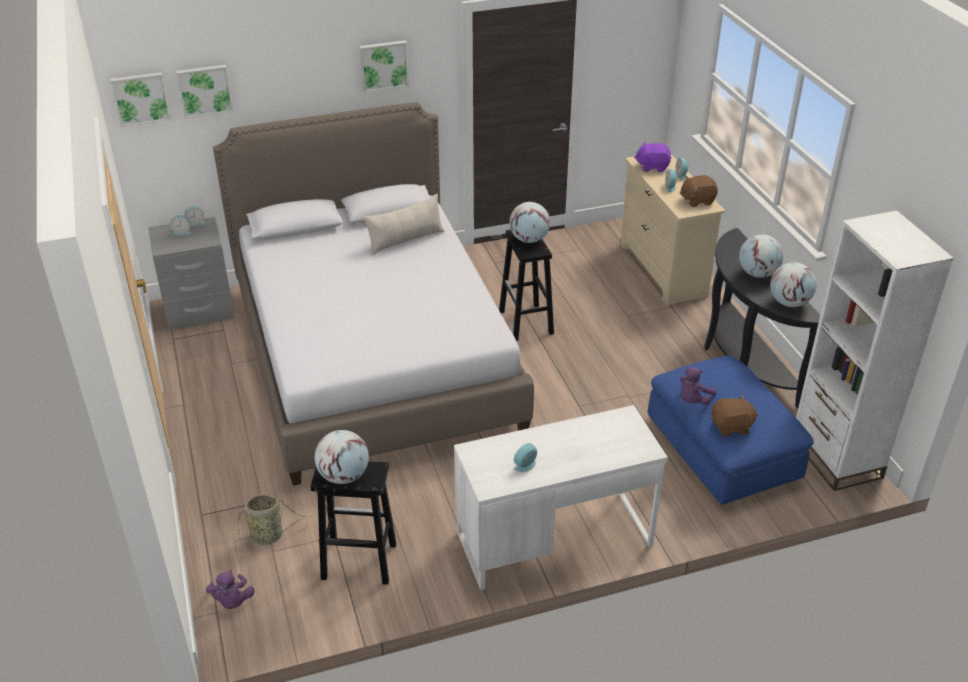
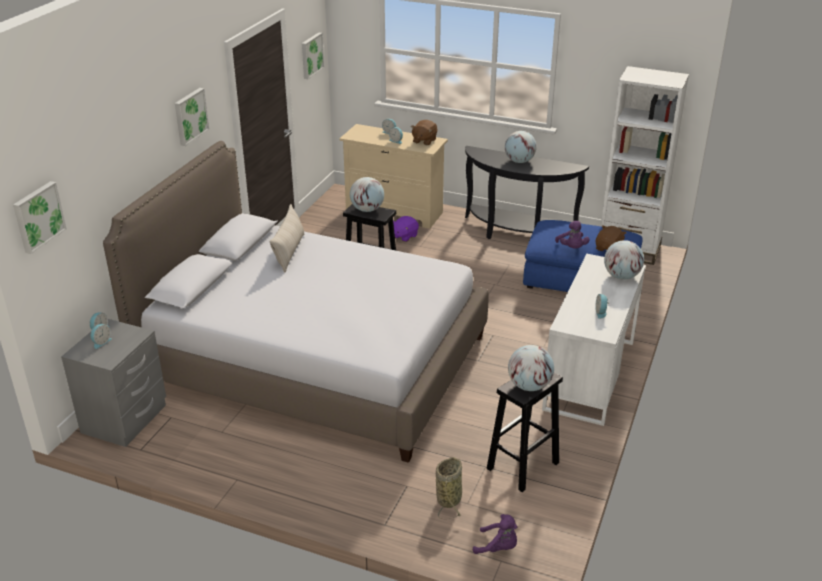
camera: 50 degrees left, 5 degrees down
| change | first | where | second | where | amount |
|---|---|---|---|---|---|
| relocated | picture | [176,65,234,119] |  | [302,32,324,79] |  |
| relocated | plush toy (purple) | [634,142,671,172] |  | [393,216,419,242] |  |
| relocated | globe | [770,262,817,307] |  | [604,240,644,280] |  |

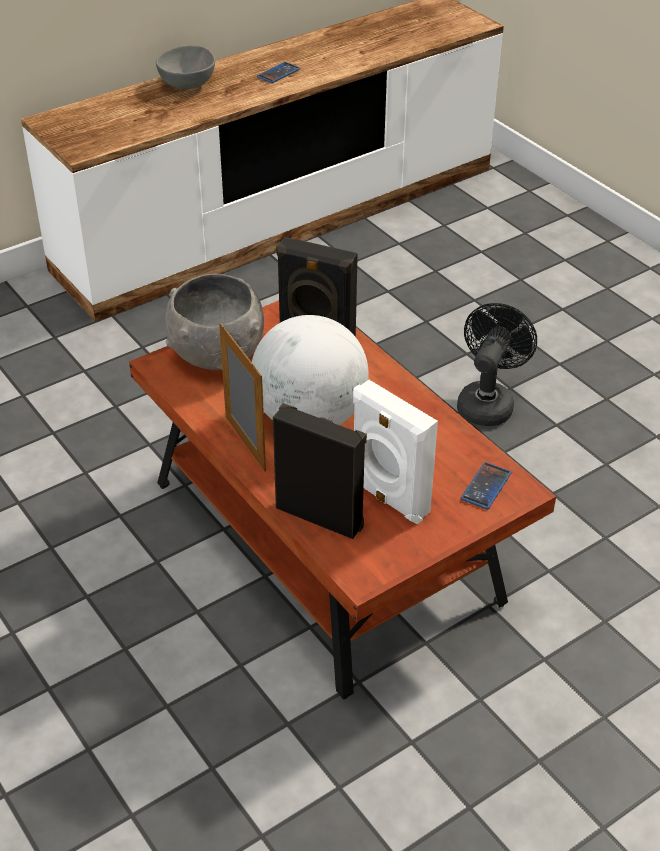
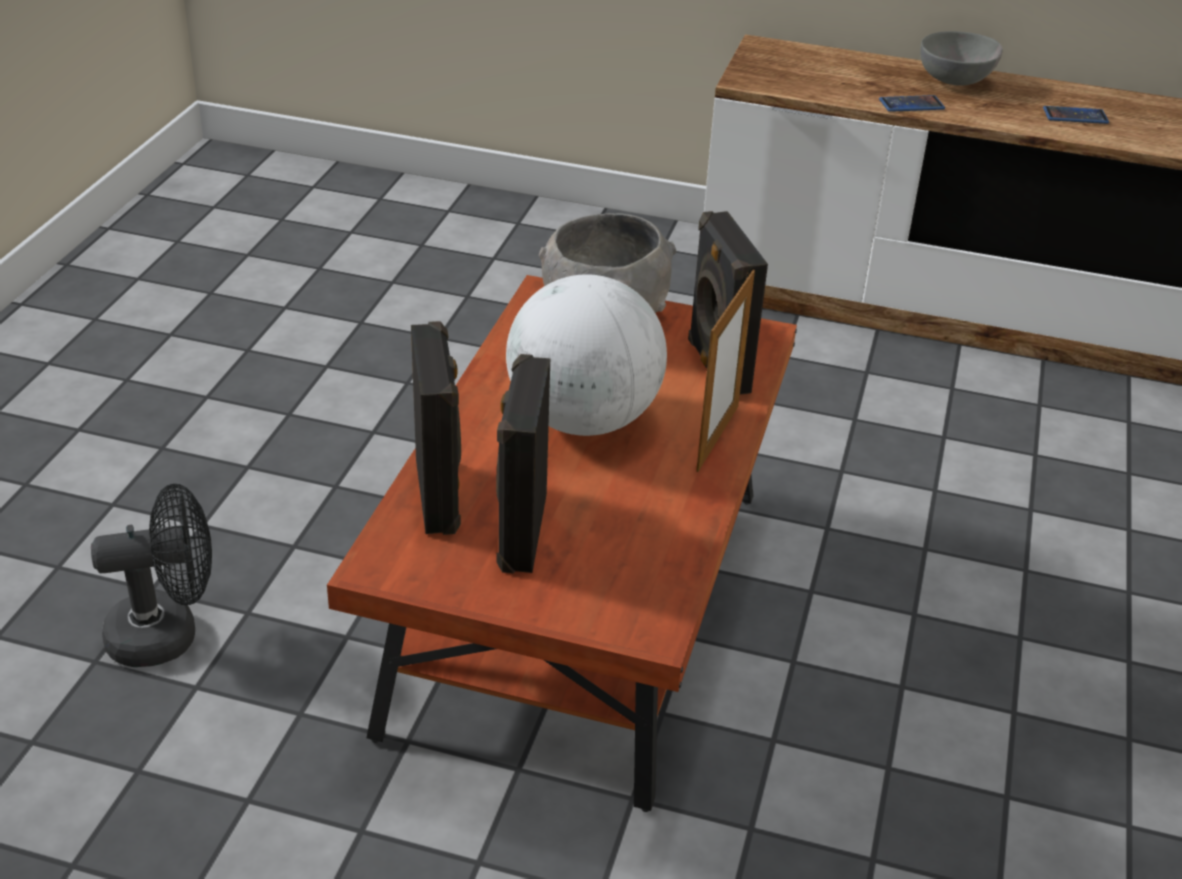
camera: 50 degrees right, 5 degrees down
| change | first | where | second | where | amount |
|---|---|---|---|---|---|
| relocated | picture frame | [219,323,266,471] |  | [696,270,755,472] |  |
| relocated | fan (black) | [457,303,537,426] |  | [91,484,212,667] |  |
| relocated | phone | [461,462,512,509] |  | [879,95,945,112] |  |
| colour | speaker (white) | [353,380,438,524] | speaker (black) | [496,354,550,573] |  |

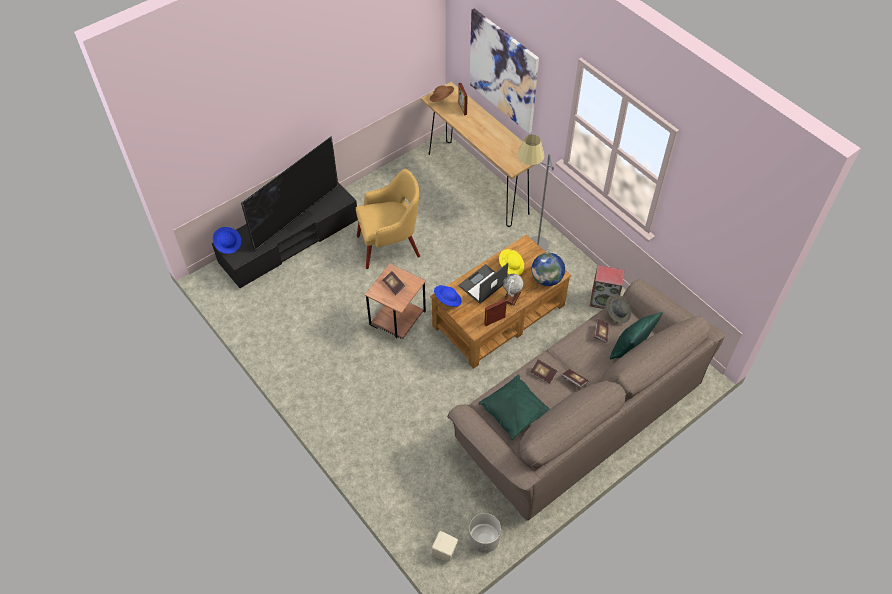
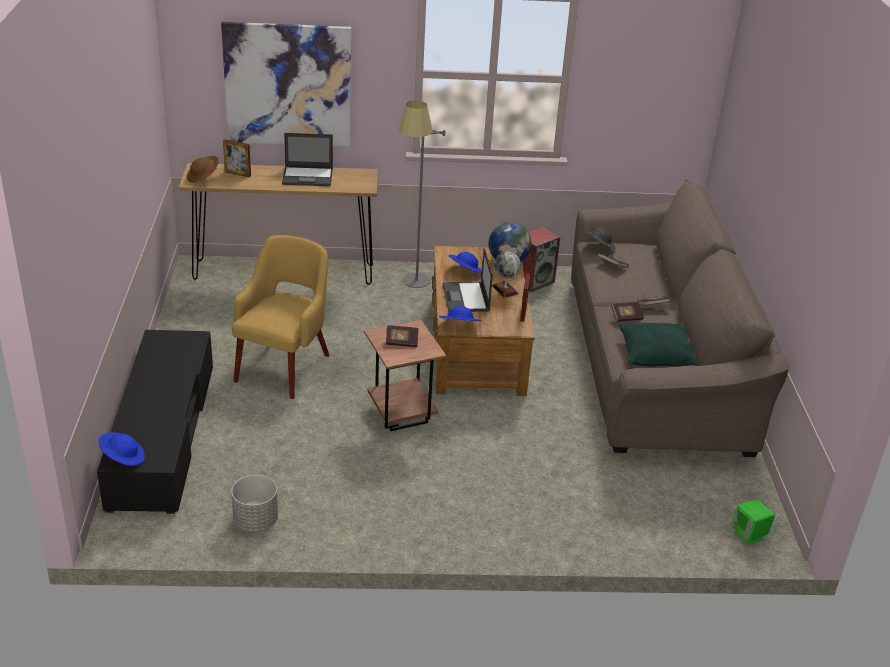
camera: 55 degrees left, 20 degrees down
| change | first | where | second | where | amount |
|---|---|---|---|---|---|
| missing | television | [241,136,338,251] |  |  |  |
| missing | pillow (green) | [610,312,663,360] |  |  |  |
| appeared |  |  | laptop | [282,133,333,186] |  |
| relocated | planter (grey) | [469,513,501,553] |  | [231,475,278,532] |  |
| colour | speaker (beige) | [431,531,458,562] | speaker (green) | [731,499,775,545] |  |
| colour | hat (yellow) | [499,249,524,275] | hat (blue) | [448,252,482,274] |  |

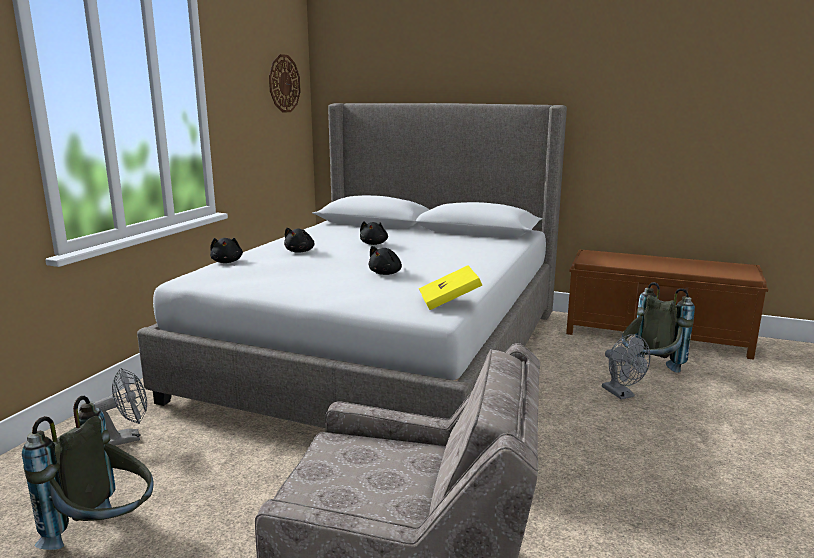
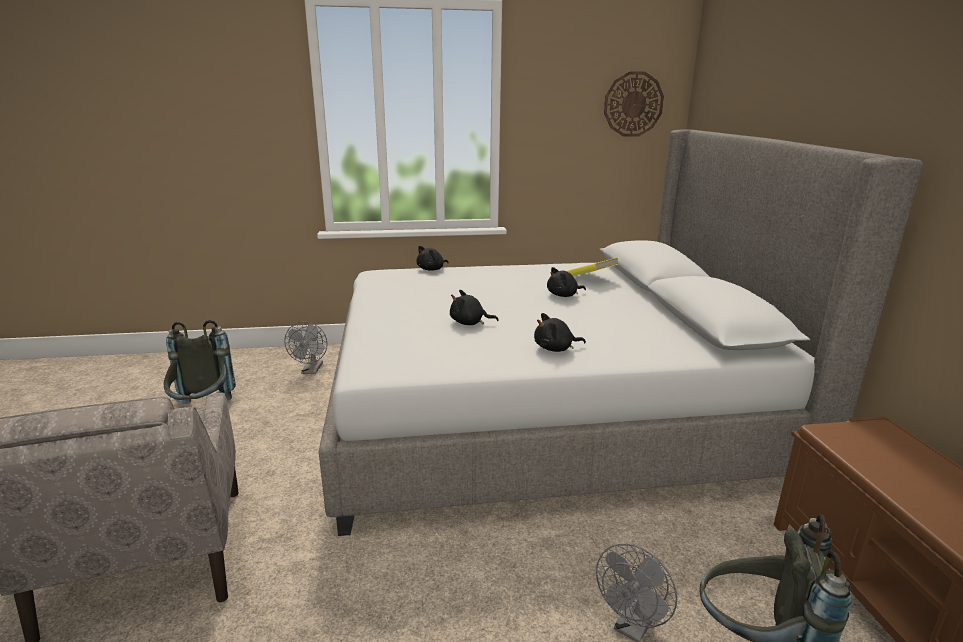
camera: 60 degrees right, 5 degrees up
| change | first | where | second | where | amount |
|---|---|---|---|---|---|
| relocated | plush toy (black) | [284,228,315,253] |  | [534,313,586,352] |  |
| relocated | book (yellow) | [419,265,482,310] |  | [567,258,619,276] |  |
| spun | fan (grey) | [95,368,147,446] |  | [284,321,327,374] | 60 degrees clockwise |

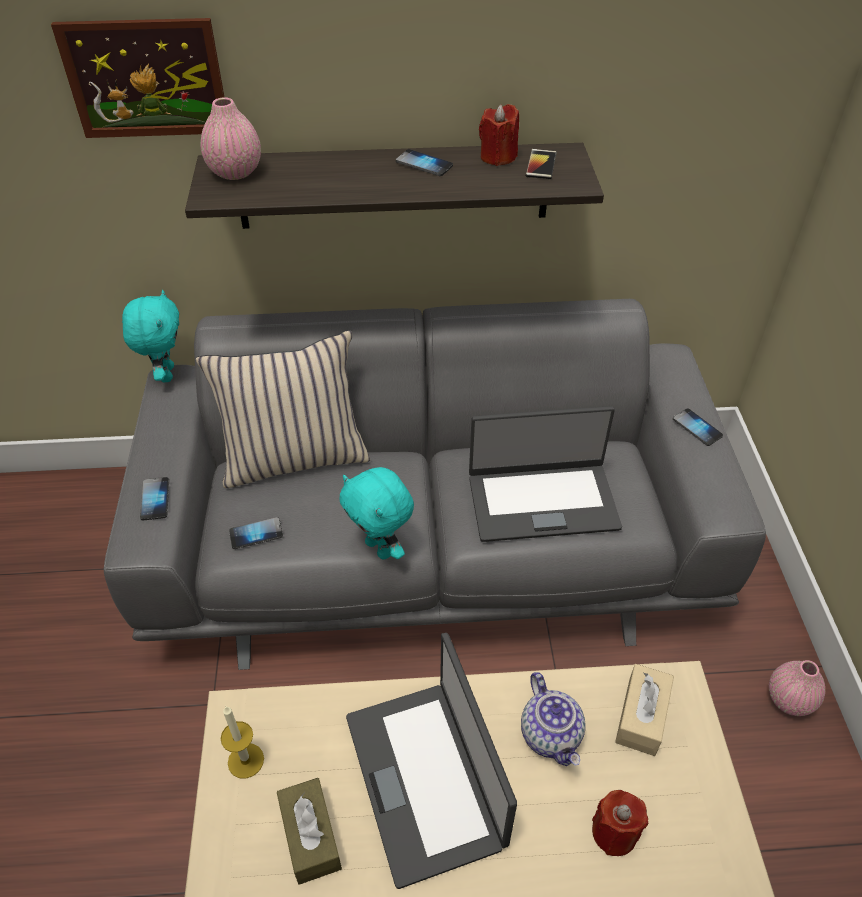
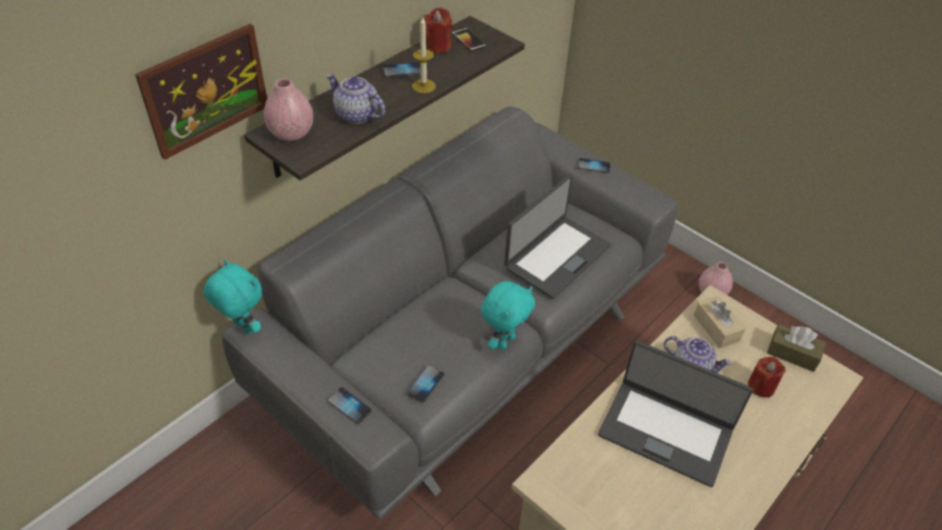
camera: 45 degrees left, 0 degrees up
| change | first | where | second | where | amount |
|---|---|---|---|---|---|
| missing | pillow (beige) | [196,330,370,488] |  |  |  |
| appeared |  |  | teapot | [326,74,385,124] |  |
| relocated | candle | [221,706,264,779] |  | [412,17,436,93] |  |
| relocated | tissue box (brown) | [277,778,342,885] |  | [767,324,826,372] |  |
| spun | plush toy (turquoise) | [340,467,414,560] |  | [481,281,535,350] | 60 degrees counterclockwise |

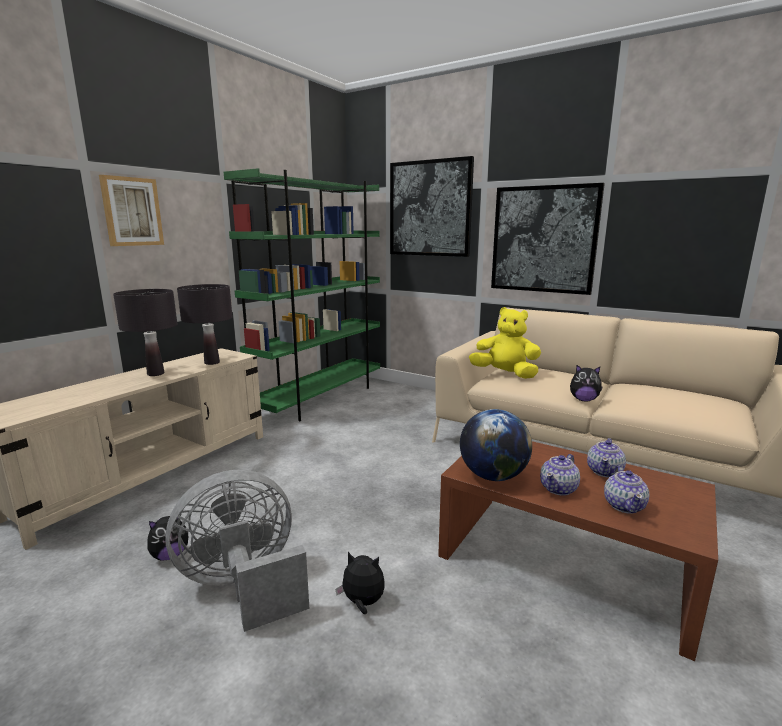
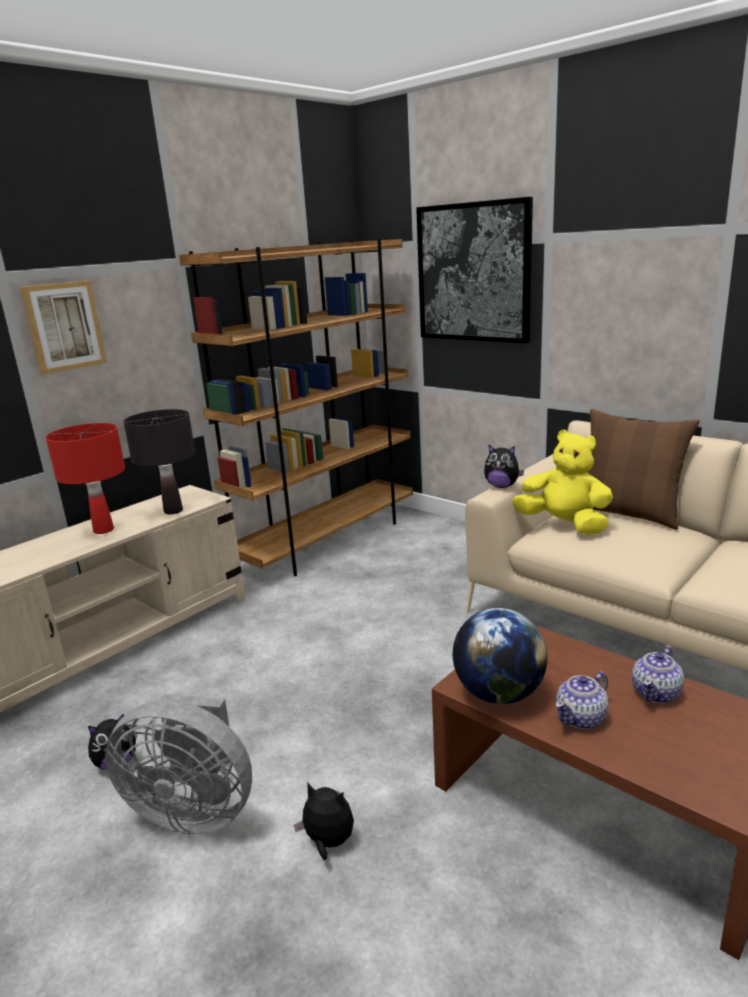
camera: 10 degrees right, 5 degrees up
| change | first | where | second | where | amount |
|---|---|---|---|---|---|
| missing | picture | [491,183,605,295] |  |  |  |
| missing | teapot | [604,466,650,513] |  |  |  |
| appeared |  |  | pillow (brown) | [588,409,700,529] |  |
| relocated | plush toy | [570,365,603,402] |  | [484,444,524,488] |  |
| colour | table lamp (black) | [113,289,177,376] | table lamp (red) | [46,423,125,534] |  |
| colour | bookcase (green) | [224,168,380,421] | bookcase (brown) | [179,238,413,576] |  |
| spun | fan (grey) | [165,470,309,632] |  | [105,693,252,834] | 150 degrees counterclockwise |

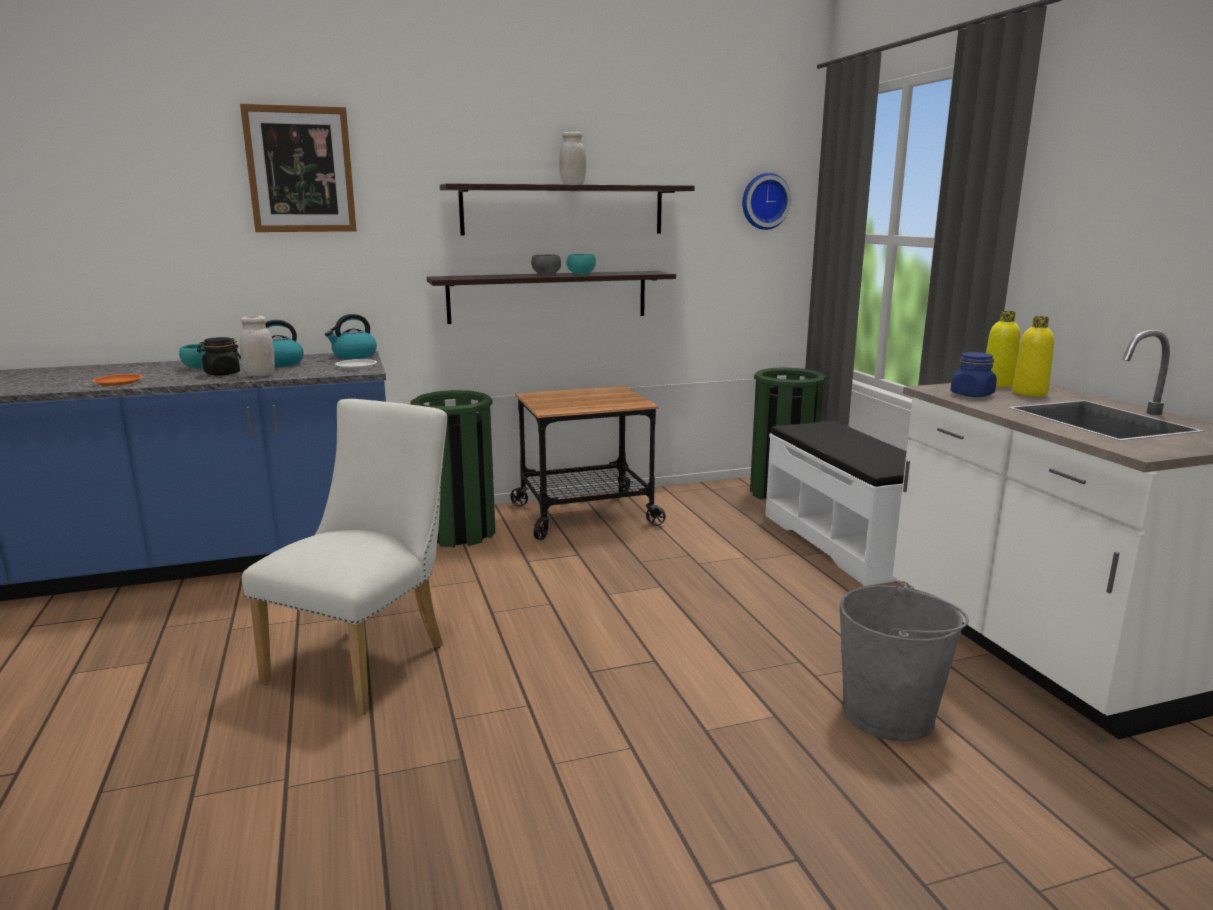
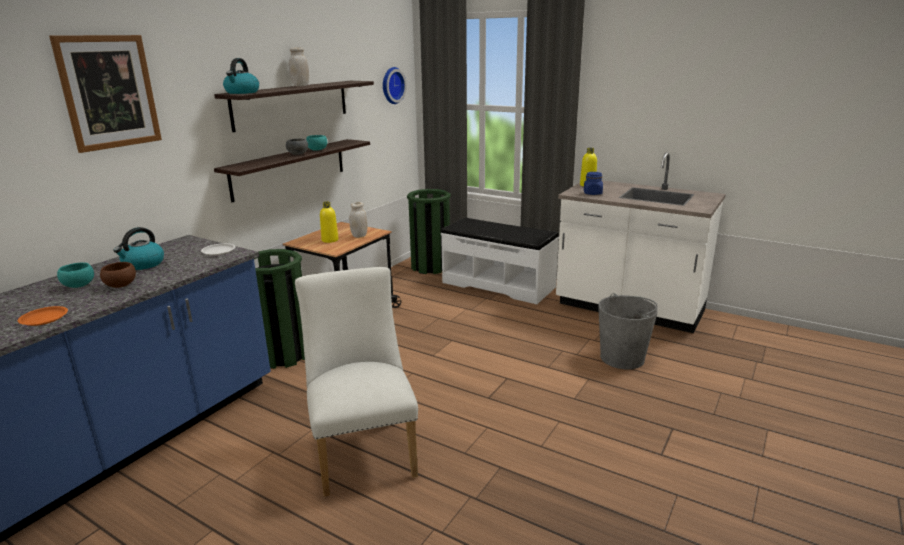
camera: 40 degrees left, 5 degrees up
| change | first | where | second | where | amount |
|---|---|---|---|---|---|
| relocated | jar (white) | [240,316,275,376] |  | [349,202,368,238] |  |
| relocated | kettle | [325,314,377,359] |  | [223,58,259,94] |  |
| relocated | bottle (yellow) | [1012,316,1054,396] |  | [320,202,339,243] |  |
| exchanged | jar (black) | [197,337,241,376] | bowl (brown) | [100,262,136,288] |  |

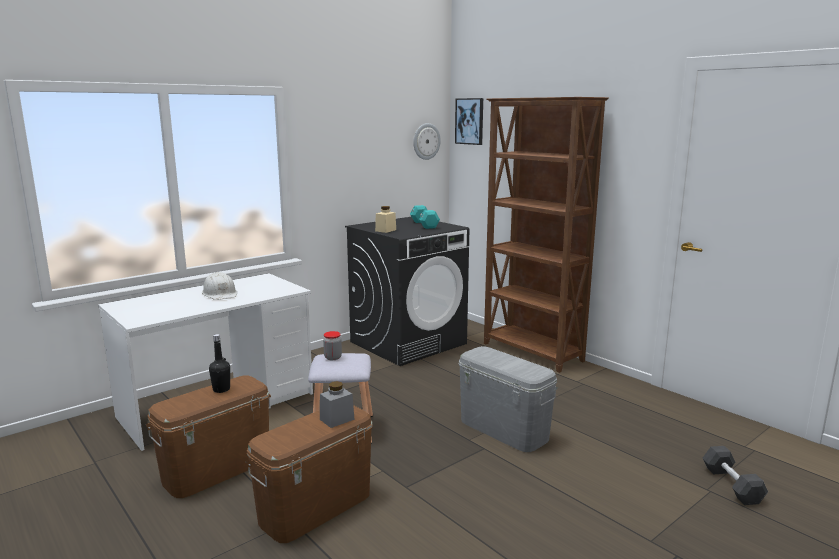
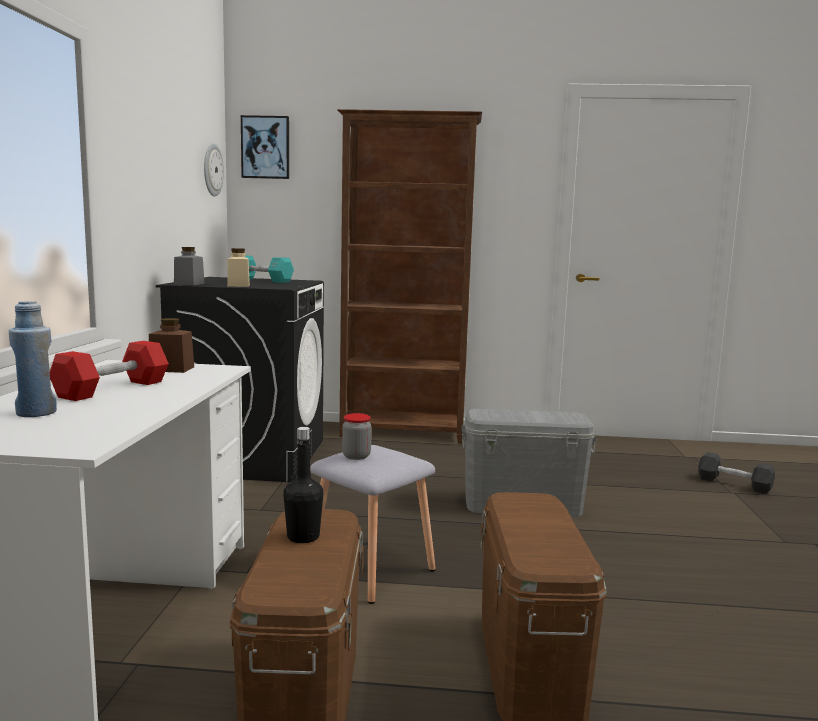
camera: 45 degrees left, 5 degrees down
| change | first | where | second | where | amount |
|---|---|---|---|---|---|
| appeared |  |  | bottle (blue) | [9,301,57,417] |  |
| appeared |  |  | jar (brown) | [149,318,194,373] |  |
| relocated | jar (grey) | [320,381,355,428] |  | [174,247,205,285] |  |
| exchanged | hard hat (white) | [202,272,237,300] | dumbbell (red) | [50,341,169,401] |  |

